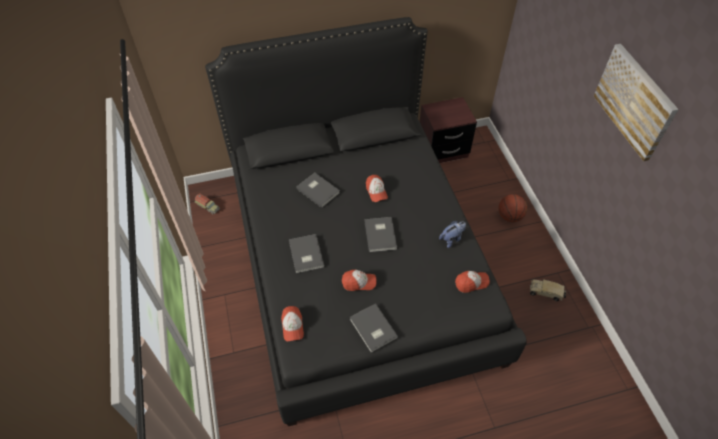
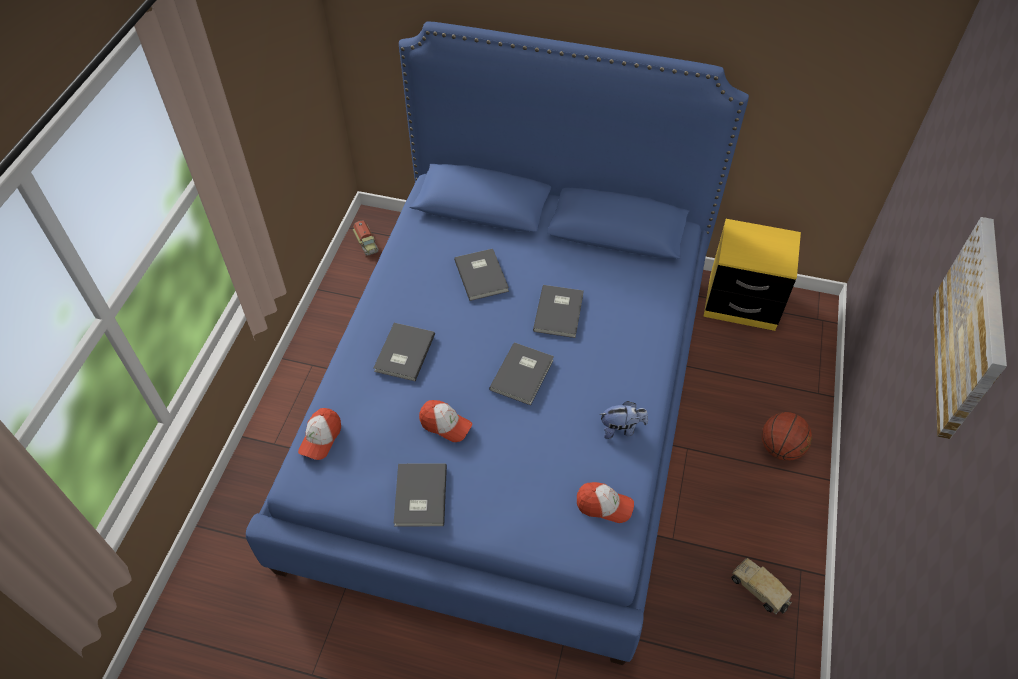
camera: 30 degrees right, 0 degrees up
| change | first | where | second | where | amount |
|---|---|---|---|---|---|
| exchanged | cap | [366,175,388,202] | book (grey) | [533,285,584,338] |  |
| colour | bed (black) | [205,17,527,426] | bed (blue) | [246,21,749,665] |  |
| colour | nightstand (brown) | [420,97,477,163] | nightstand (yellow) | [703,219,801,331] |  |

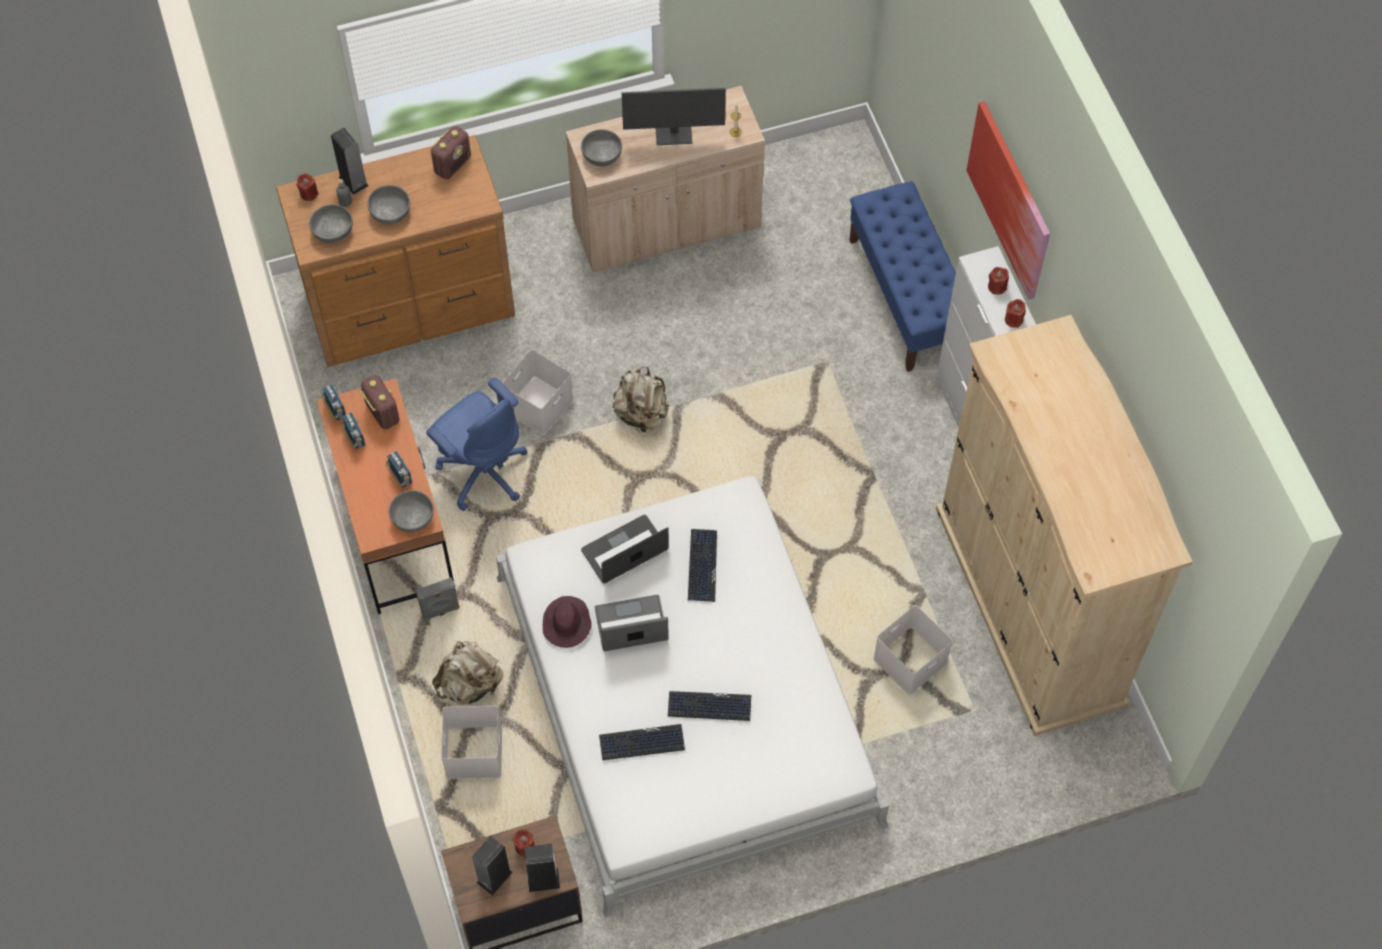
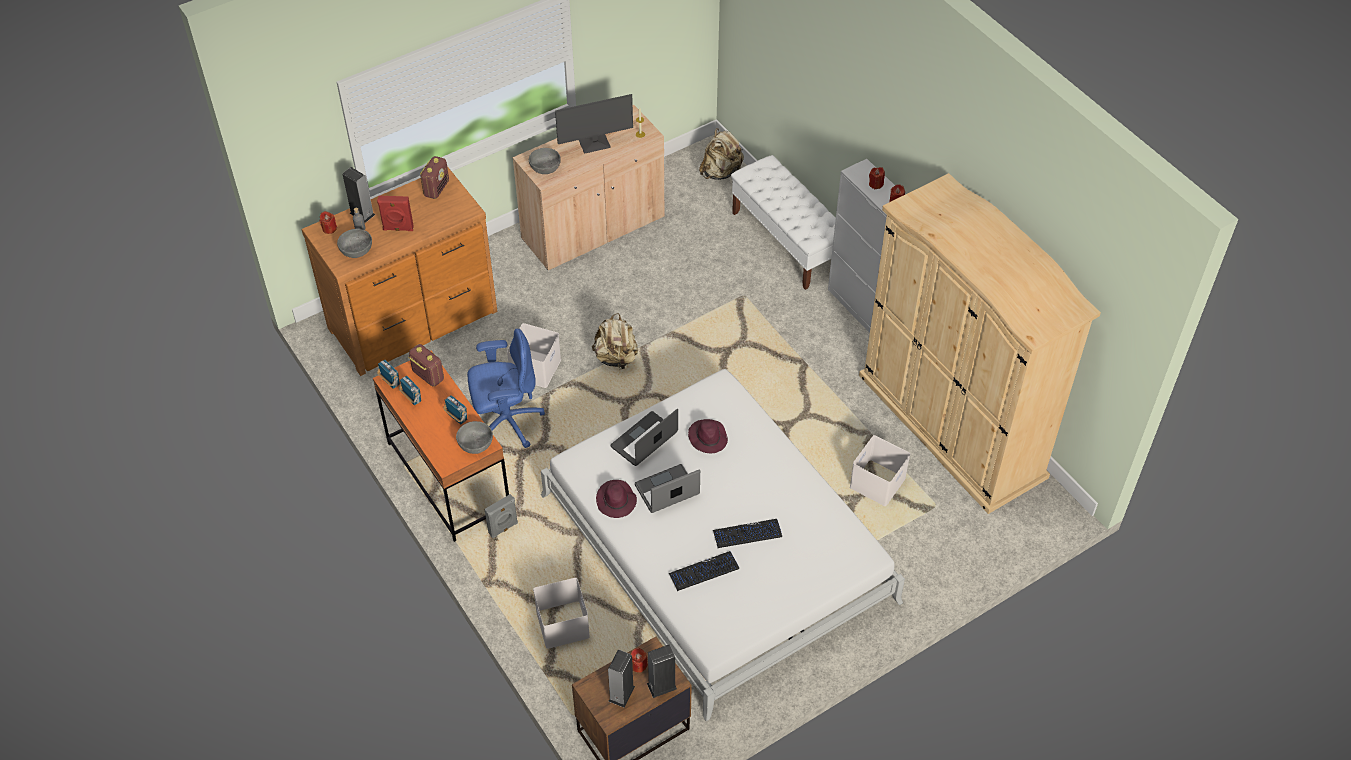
camera: 15 degrees left, 10 degrees down
| change | first | where | second | where | amount |
|---|---|---|---|---|---|
| missing | picture | [966,101,1050,300] |  |  |  |
| relocated | backpack (beige) | [432,641,503,704] |  | [699,128,744,180] |  |
| exchanged | bowl (grey) | [367,185,410,224] | speaker (red) | [377,196,414,231] |  |
| exchanged | keyboard | [688,529,717,602] | hat (purple) | [688,419,728,453] |  |
| colour | bench (blue) | [849,181,956,372] | bench (white) | [731,155,836,290] |  |
| spun | office chair (blue) | [426,378,528,511] |  | [467,328,545,448] | 45 degrees counterclockwise |

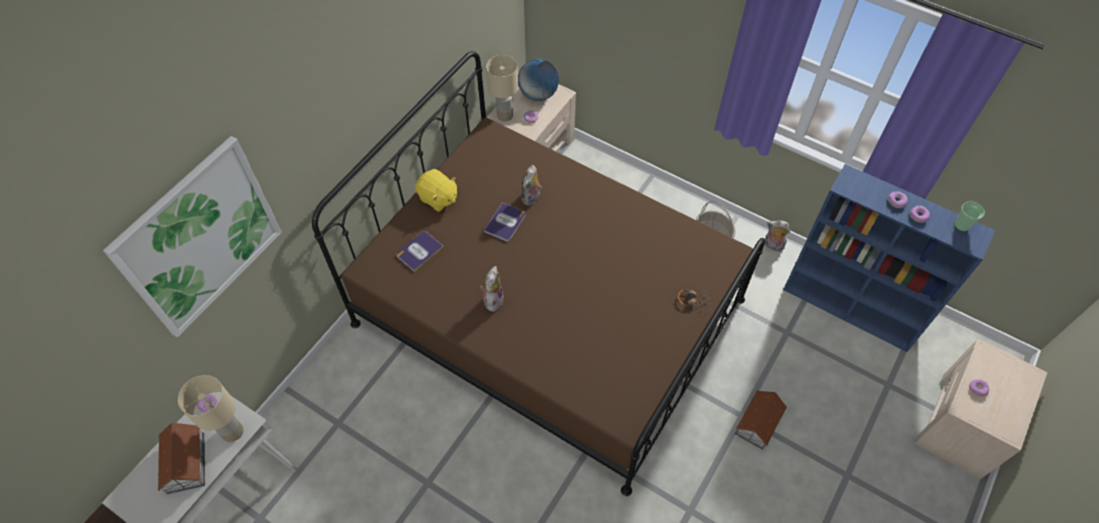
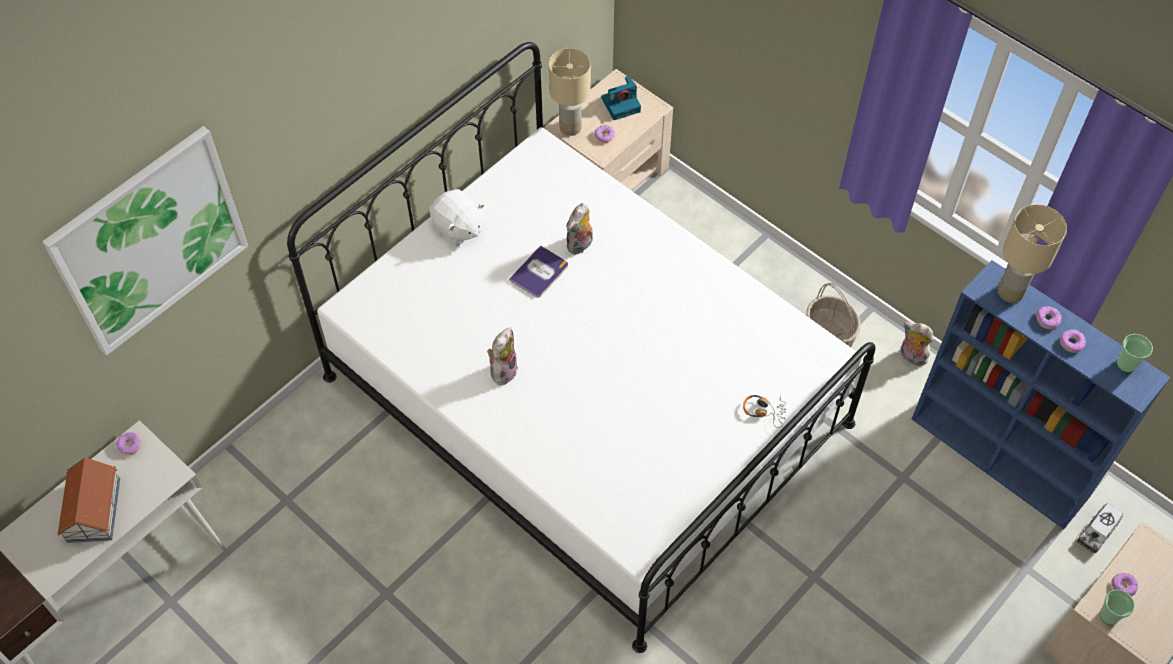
camera: 10 degrees right, 0 degrees up
| change | first | where | second | where | amount |
|---|---|---|---|---|---|
| missing | book | [396,231,444,272] |  |  |  |
| missing | toy house | [735,390,787,450] |  |  |  |
| appeared |  |  | toy truck | [1077,503,1123,553] |  |
| appeared |  |  | cup | [1099,589,1135,625] |  |
| relocated | table lamp (beige) | [178,375,244,442] |  | [998,204,1067,303] |  |
| exchanged | globe | [518,59,559,101] | photo camera | [601,76,641,120] |  |
| colour | bed (brown) | [312,51,765,496] | bed (white) | [287,42,876,653] |  |
| colour | plush toy (yellow) | [415,169,457,212] | plush toy (white) | [429,189,484,246] |  |

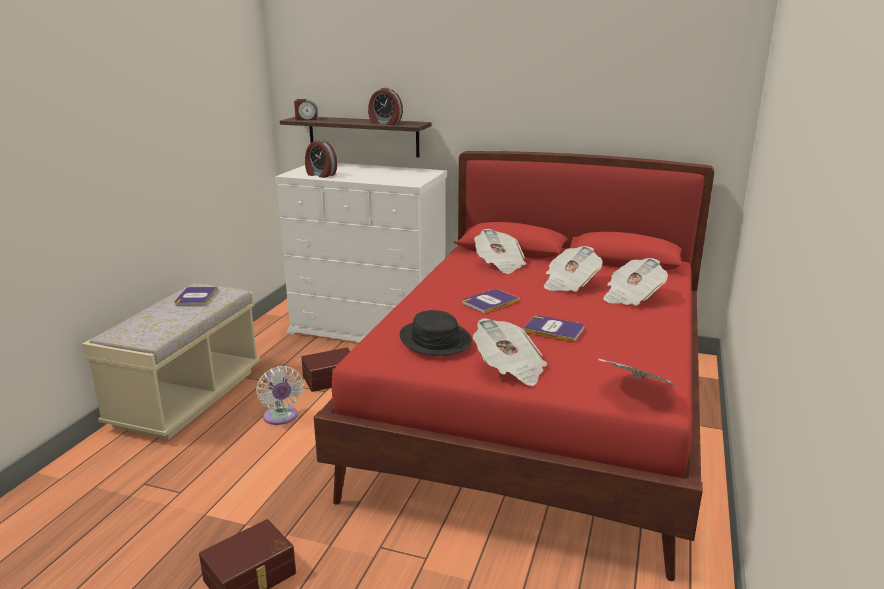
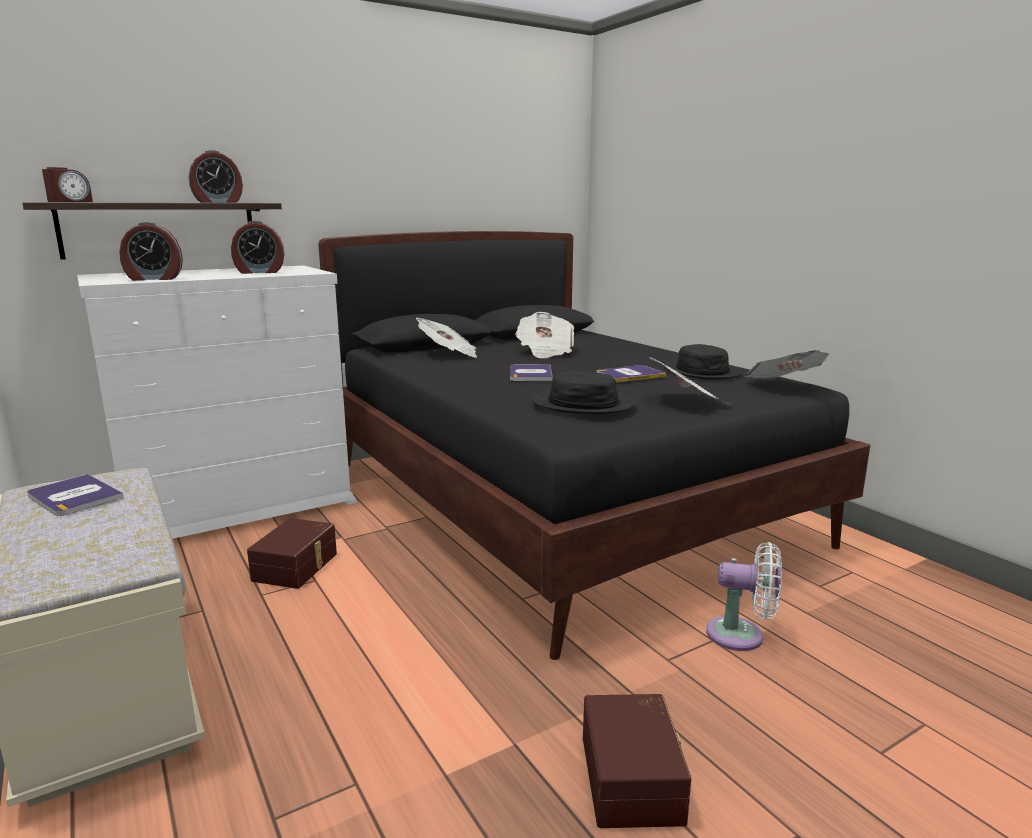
camera: 50 degrees left, 5 degrees down
| change | first | where | second | where | amount |
|---|---|---|---|---|---|
| missing | newspaper | [603,258,668,306] |  |  |  |
| appeared |  |  | alarm clock | [231,221,285,274] |  |
| appeared |  |  | hat (black) | [664,344,743,380] |  |
| relocated | fan (white) | [256,366,304,425] |  | [706,542,782,651] |  |
| colour | bed (red) | [314,151,714,581] | bed (black) | [318,231,871,660] |  |

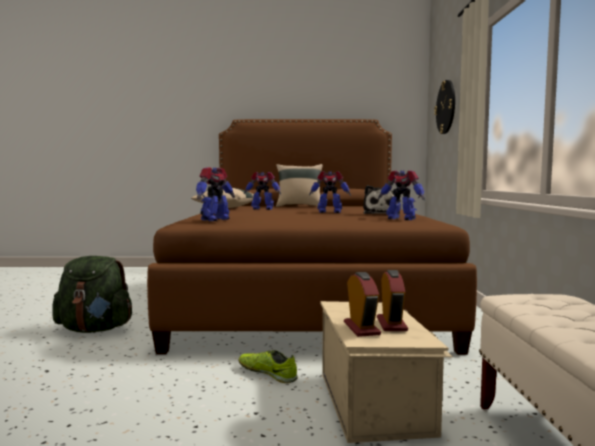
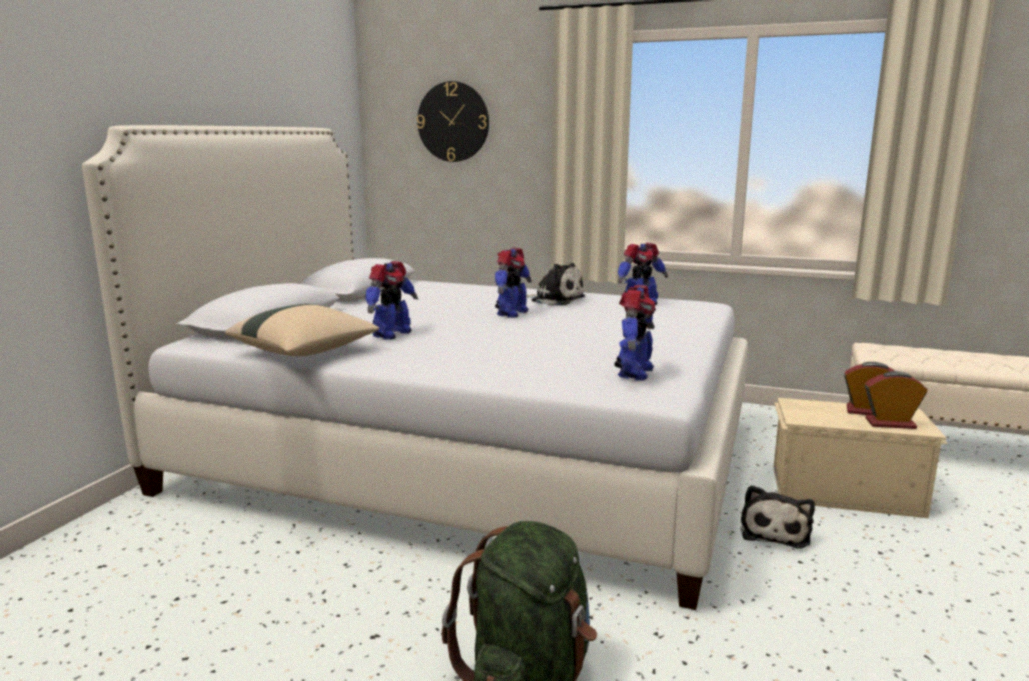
camera: 70 degrees left, 10 degrees up
| change | first | where | second | where | amount |
|---|---|---|---|---|---|
| missing | pillow (beige) | [276,164,323,207] |  |  |  |
| exchanged | shoe | [239,350,298,383] | plush toy | [740,485,815,549] |  |
| colour | bed (brown) | [147,119,477,355] | bed (white) | [82,125,748,610] |  |
| spun | toy robot | [196,167,235,221] |  | [614,285,656,381] | 60 degrees clockwise |

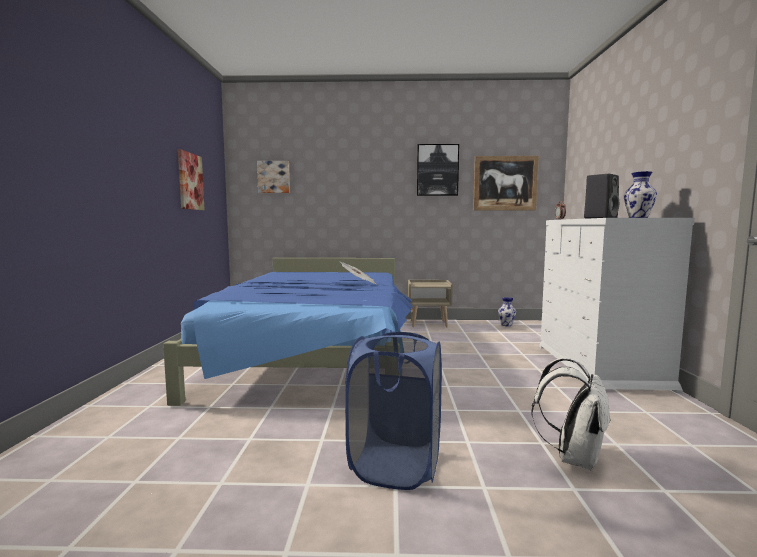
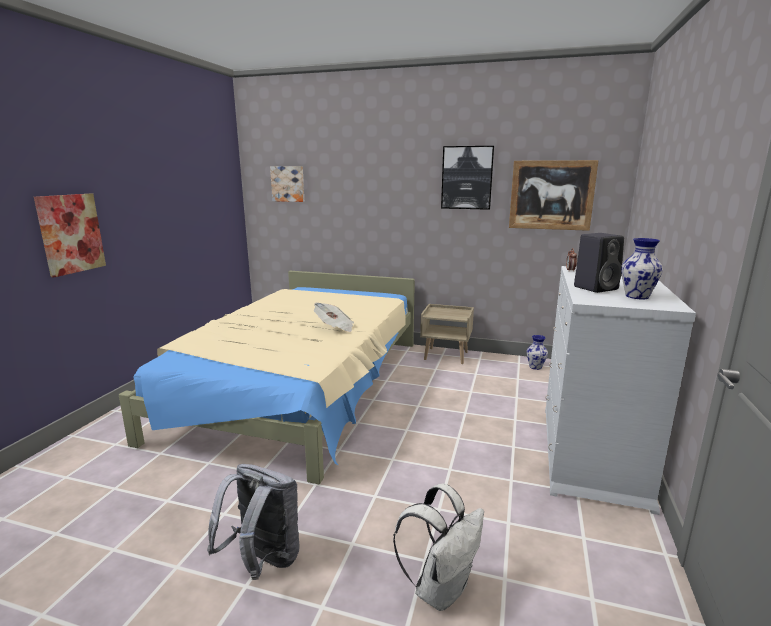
camera: 15 degrees right, 10 degrees up
| change | first | where | second | where | amount |
|---|---|---|---|---|---|
| relocated | picture | [178,149,205,210] |  | [34,194,106,277] |  |
| exchanged | laundry basket (blue) | [345,331,442,490] | backpack (grey) | [207,464,300,580] |  |
| colour | bed (blue) | [163,258,413,406] | bed (beige) | [119,271,415,484] |  |

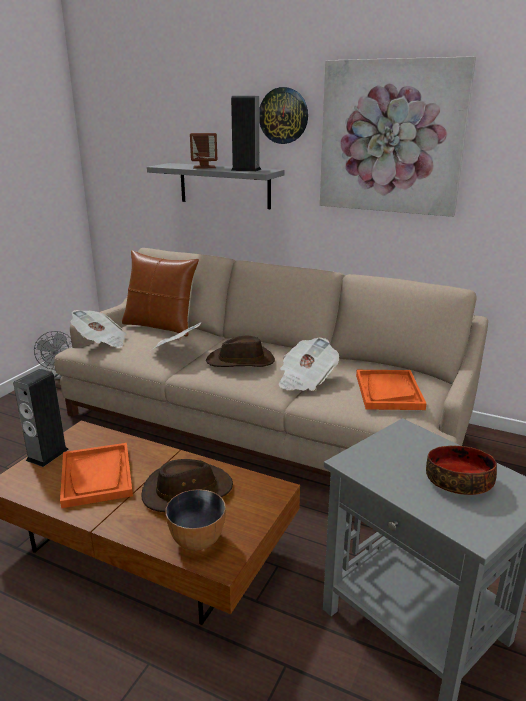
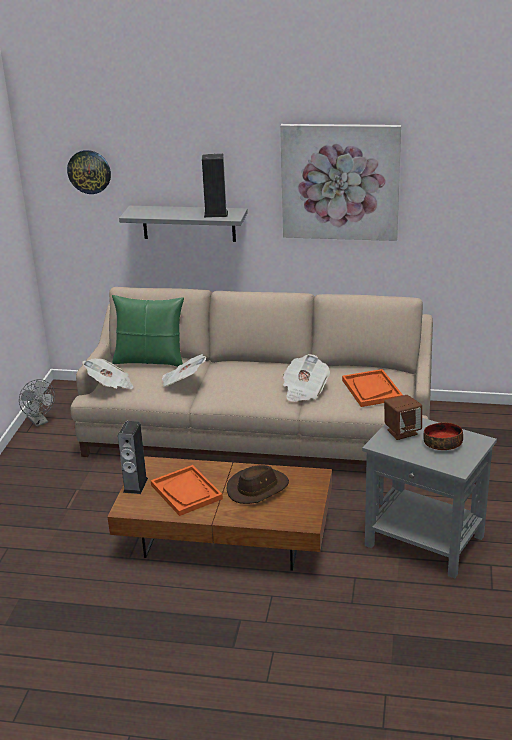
camera: 15 degrees left, 5 degrees up
| change | first | where | second | where | amount |
|---|---|---|---|---|---|
| missing | bowl | [165,489,226,551] |  |  |  |
| missing | hat (brown) | [206,336,275,367] |  |  |  |
| relocated | speaker (brown) | [190,133,217,169] |  | [384,395,422,440] |  |
| relocated | wall clock | [259,87,308,144] |  | [67,150,111,194] |  |
| colour | pillow (brown) | [122,250,199,337] | pillow (green) | [112,295,184,367] |  |

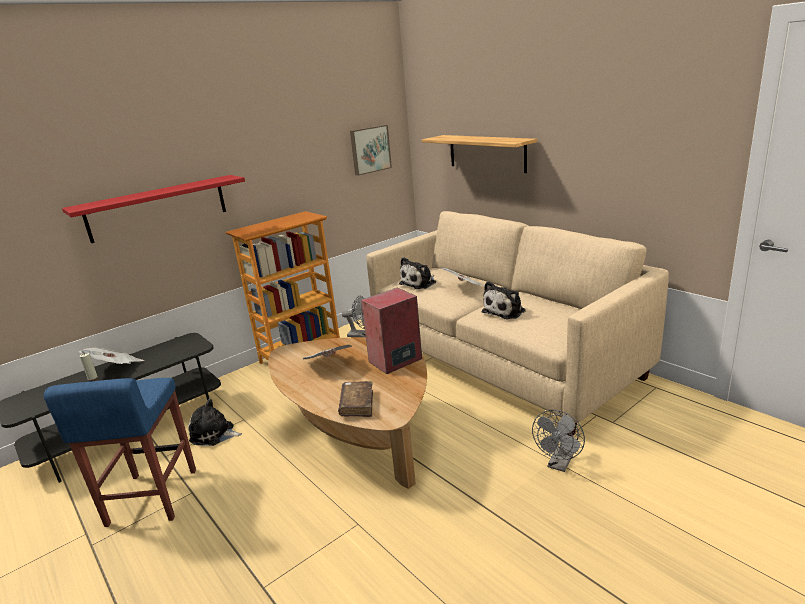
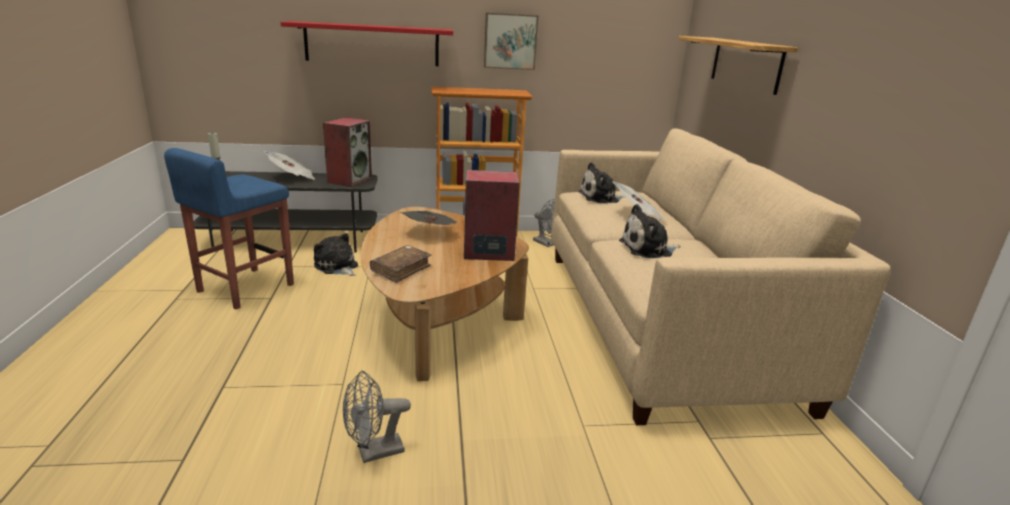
camera: 30 degrees right, 0 degrees up
| change | first | where | second | where | amount |
|---|---|---|---|---|---|
| appeared |  |  | speaker | [323,117,372,187] |  |
| relocated | picture | [350,125,392,176] |  | [484,13,538,70] |  |
| relocated | fan (grey) | [532,410,585,472] |  | [343,371,411,463] |  |

